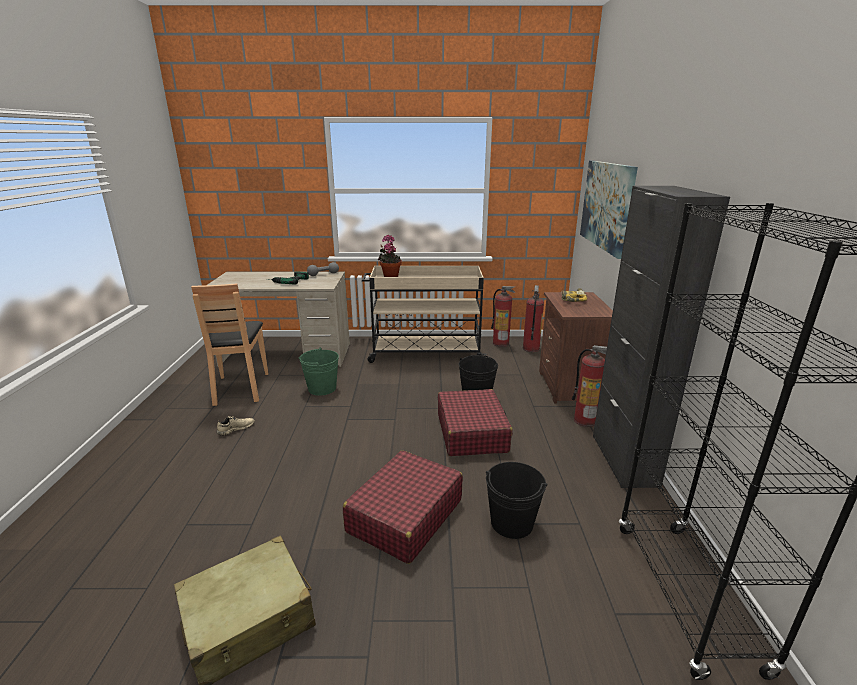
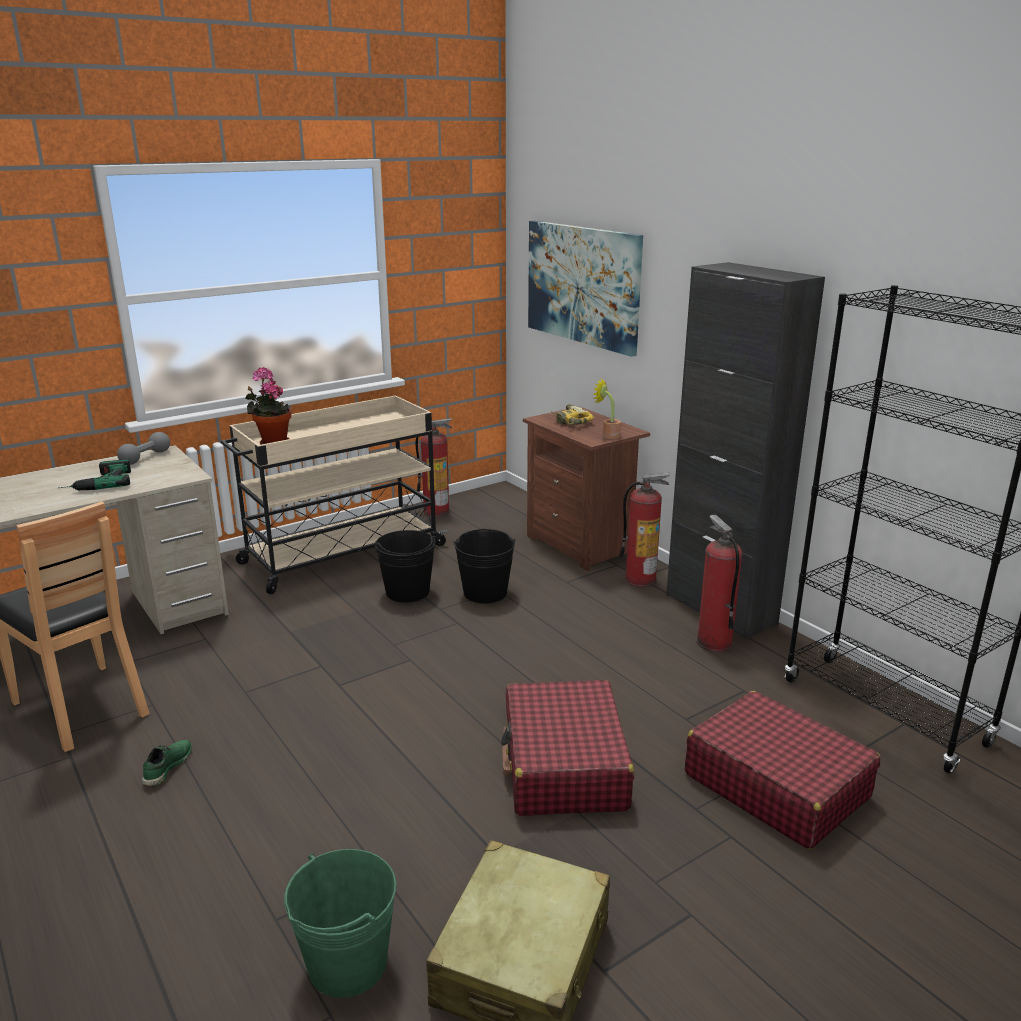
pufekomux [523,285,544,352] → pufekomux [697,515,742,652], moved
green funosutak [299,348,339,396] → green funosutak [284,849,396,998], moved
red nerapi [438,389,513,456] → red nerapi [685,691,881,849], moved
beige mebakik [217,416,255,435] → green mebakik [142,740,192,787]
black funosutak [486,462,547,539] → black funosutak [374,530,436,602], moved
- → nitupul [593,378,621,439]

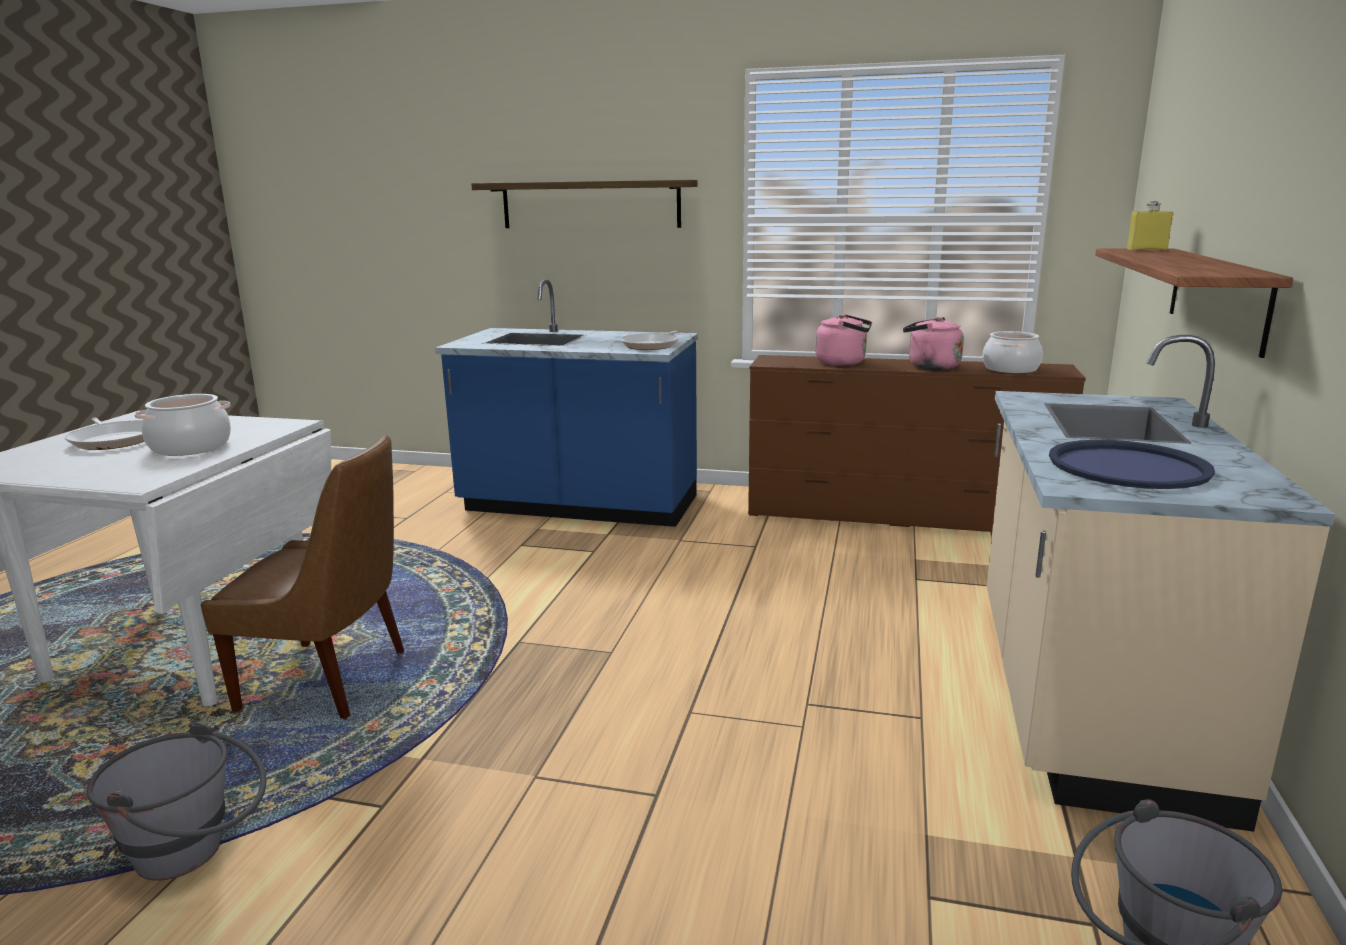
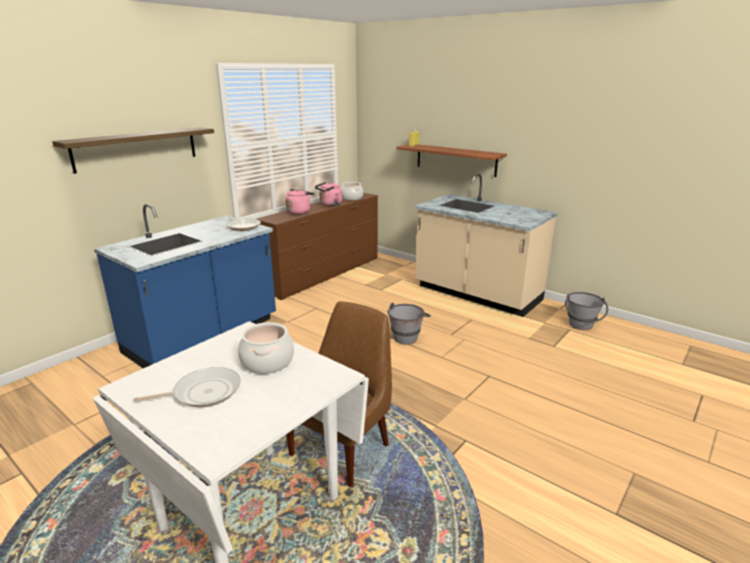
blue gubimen [1049,440,1215,489] → -
grey funosutak [87,722,267,881] → grey funosutak [388,303,431,345], moved

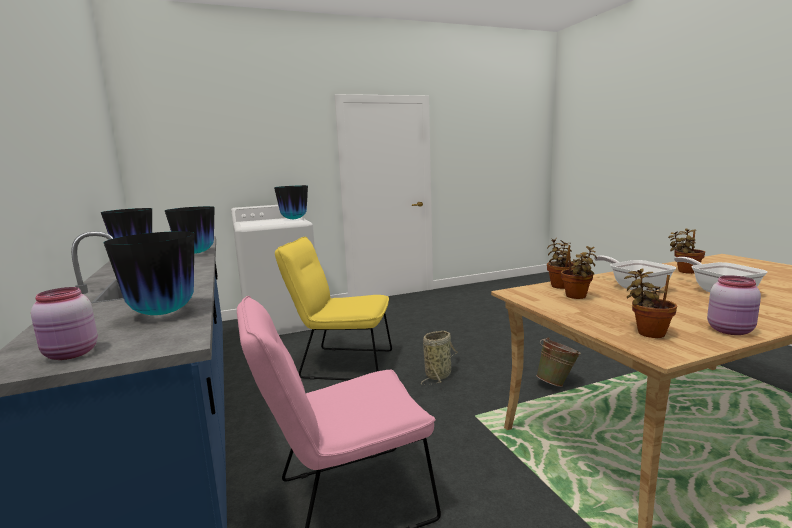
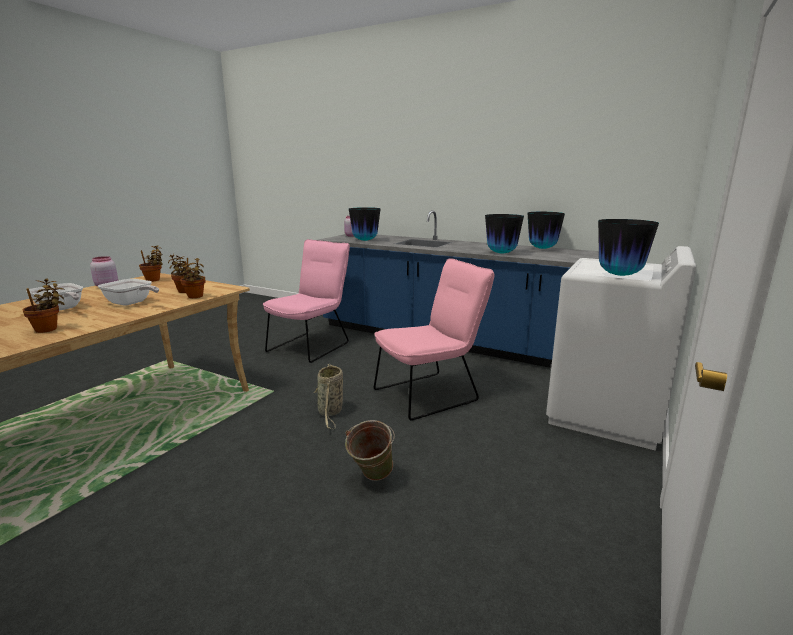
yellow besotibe [275,237,392,380] → pink besotibe [374,258,495,420]
green funosutak [536,337,581,387] → green funosutak [345,420,395,481], moved

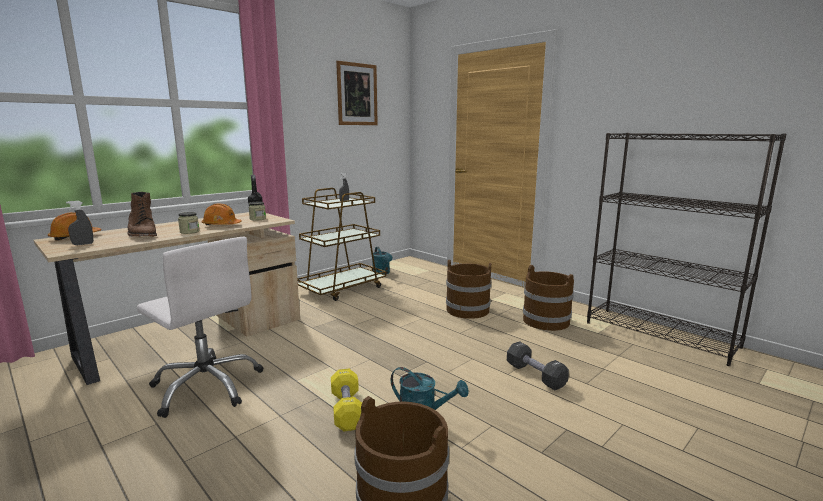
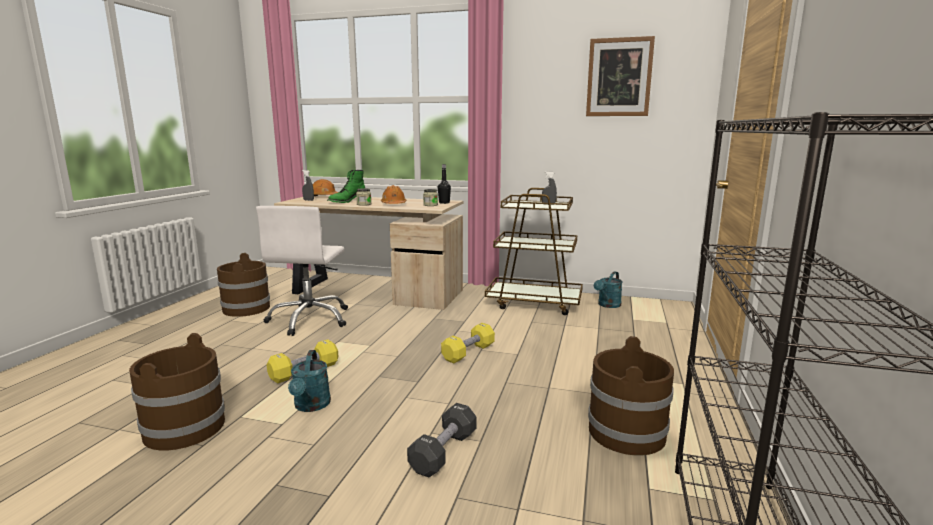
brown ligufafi [127,192,157,237] → green ligufafi [328,170,365,203]
brown funosutak [446,260,491,319] → brown funosutak [217,253,270,317], moved
- → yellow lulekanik [441,323,495,364]

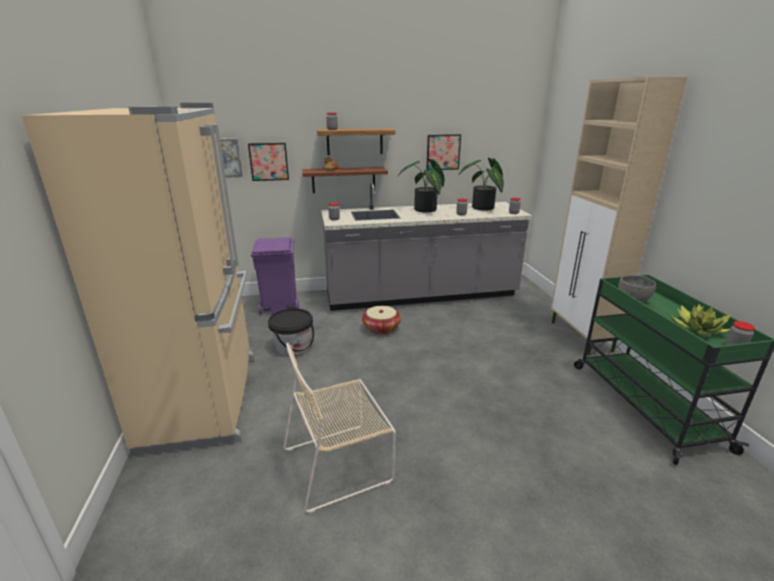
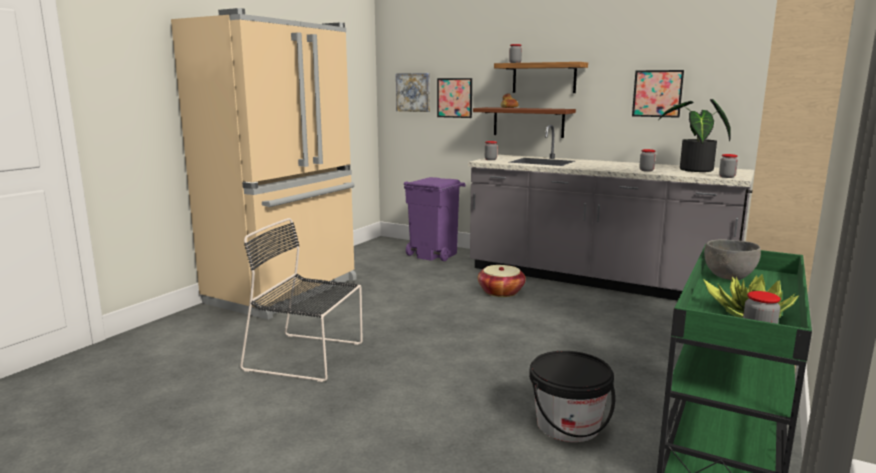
nitupul [398,159,445,212] → -
black funosutak [268,308,314,356] → black funosutak [529,351,615,442], moved
beige besotibe [283,343,396,513] → black besotibe [240,218,363,382]

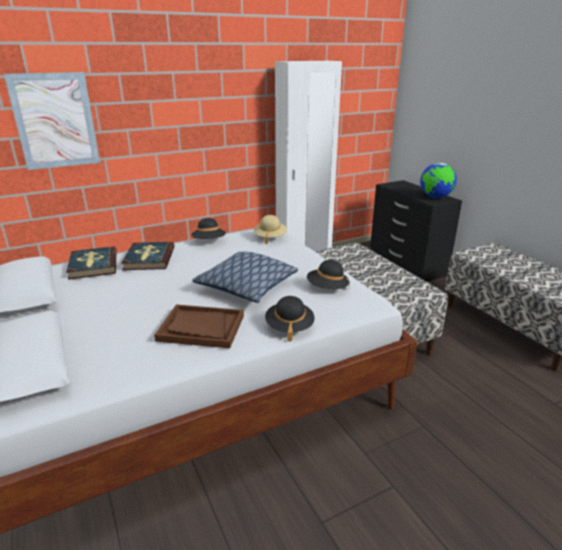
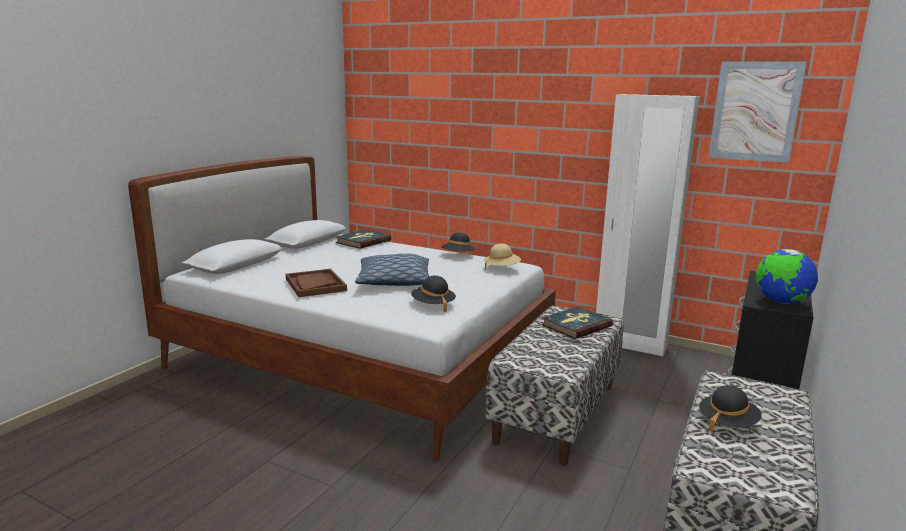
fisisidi [4,72,100,170] → fisisidi [709,62,807,163], moved
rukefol [121,242,174,270] → rukefol [542,307,613,339], moved
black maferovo [265,296,315,342] → black maferovo [699,385,762,432], moved

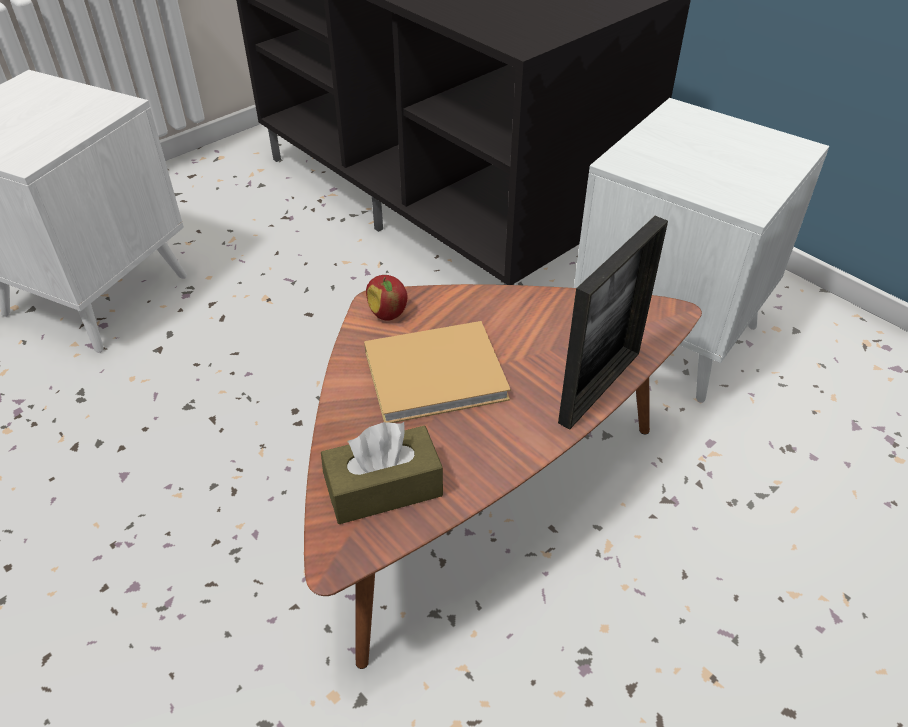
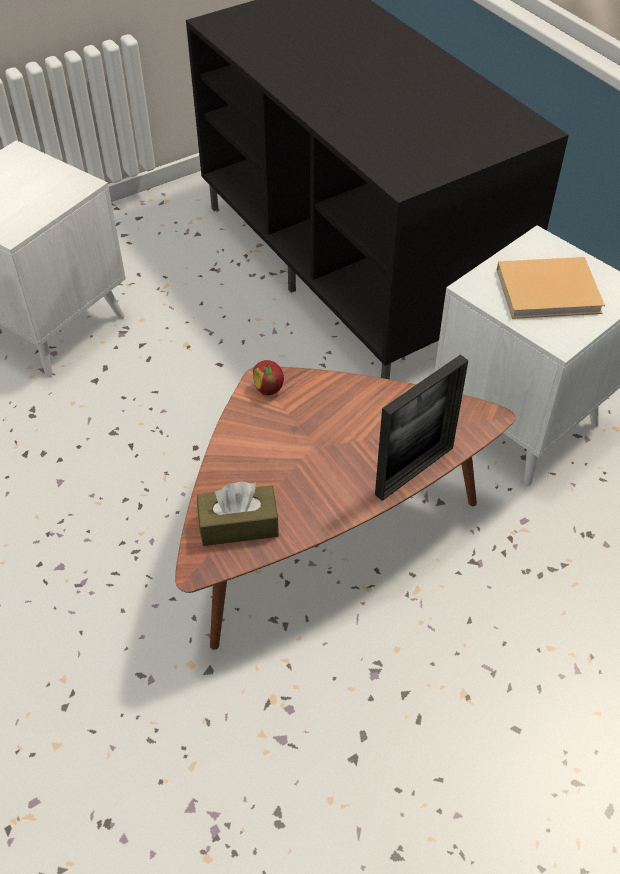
beige rukefol [364,321,511,423] → beige rukefol [497,257,605,319], moved

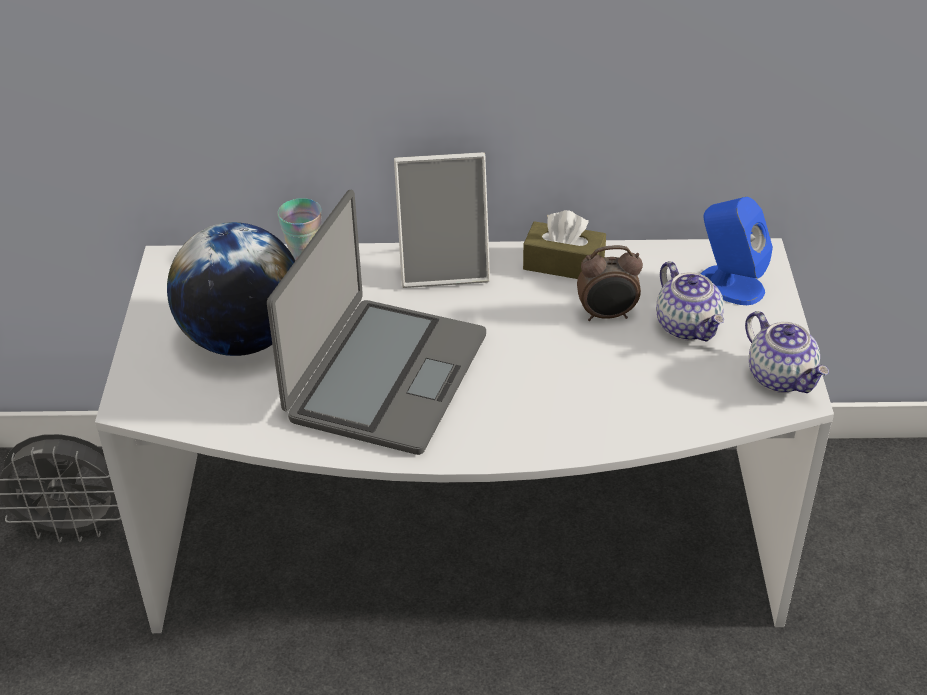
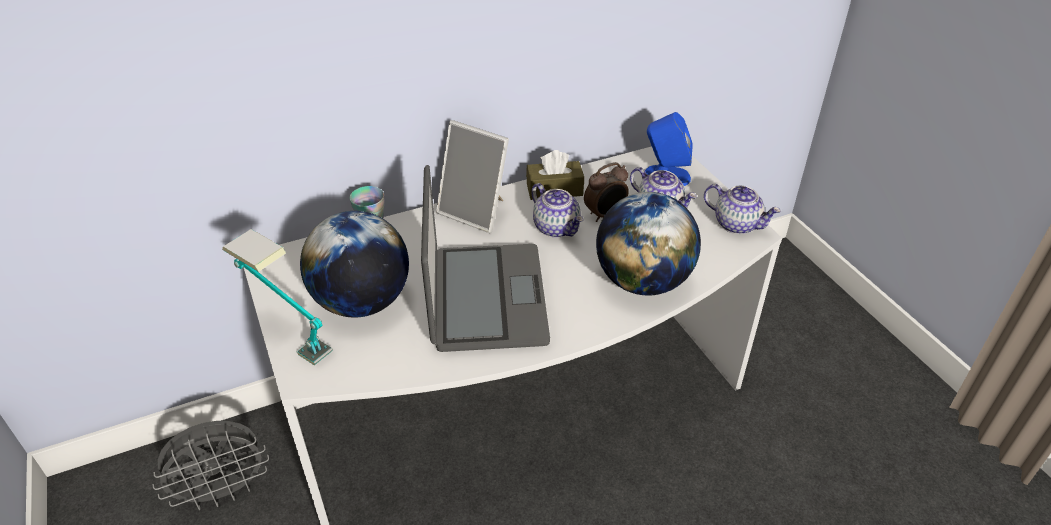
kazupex [394,152,490,288] → kazupex [436,120,509,233], 60 degrees clockwise
- → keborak [531,183,584,238]
- → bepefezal [596,192,701,296]
- → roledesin [222,229,333,365]

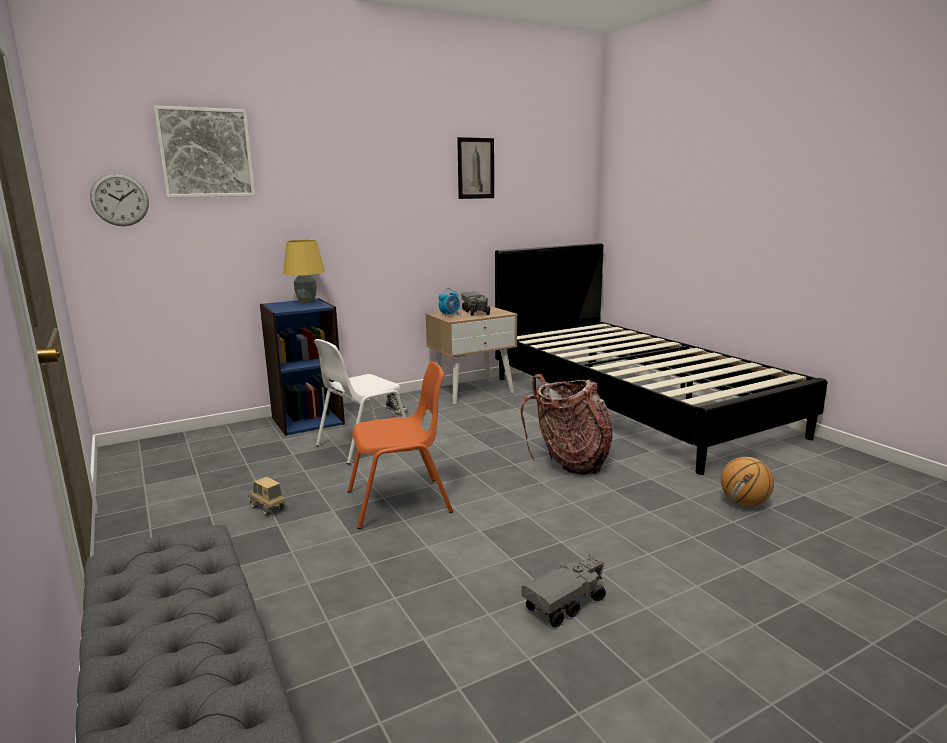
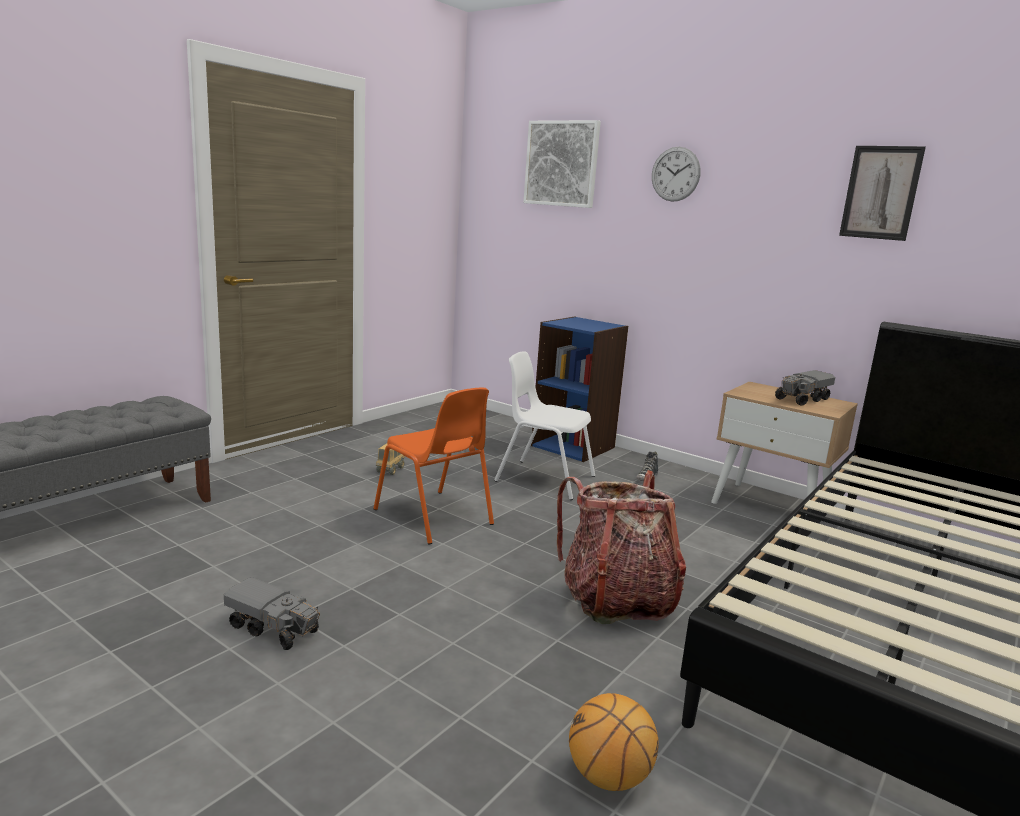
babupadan [90,173,149,226] → babupadan [652,147,701,202], moved
yellow roledesin [283,240,325,304] → -
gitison [439,288,460,317] → -

